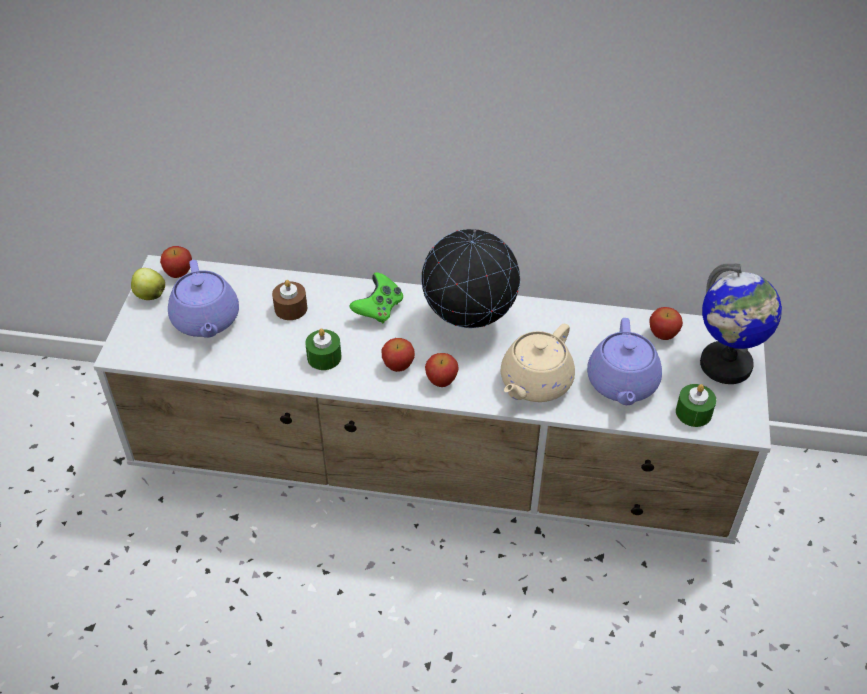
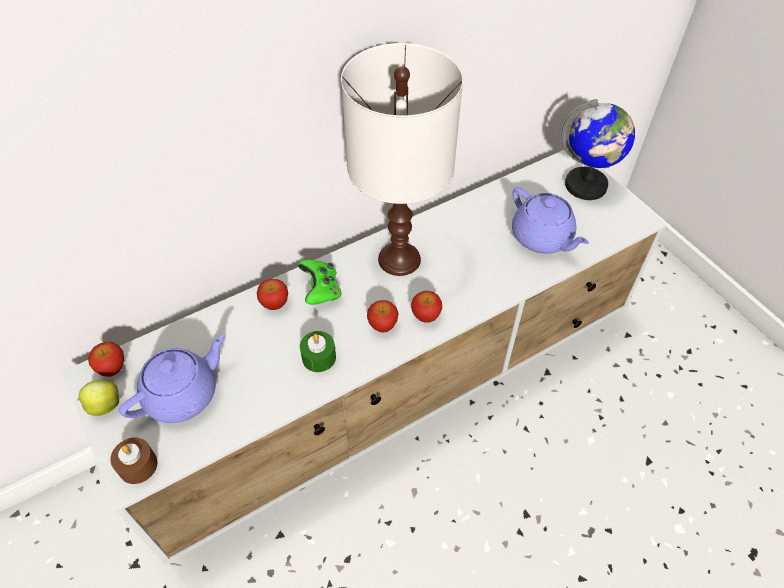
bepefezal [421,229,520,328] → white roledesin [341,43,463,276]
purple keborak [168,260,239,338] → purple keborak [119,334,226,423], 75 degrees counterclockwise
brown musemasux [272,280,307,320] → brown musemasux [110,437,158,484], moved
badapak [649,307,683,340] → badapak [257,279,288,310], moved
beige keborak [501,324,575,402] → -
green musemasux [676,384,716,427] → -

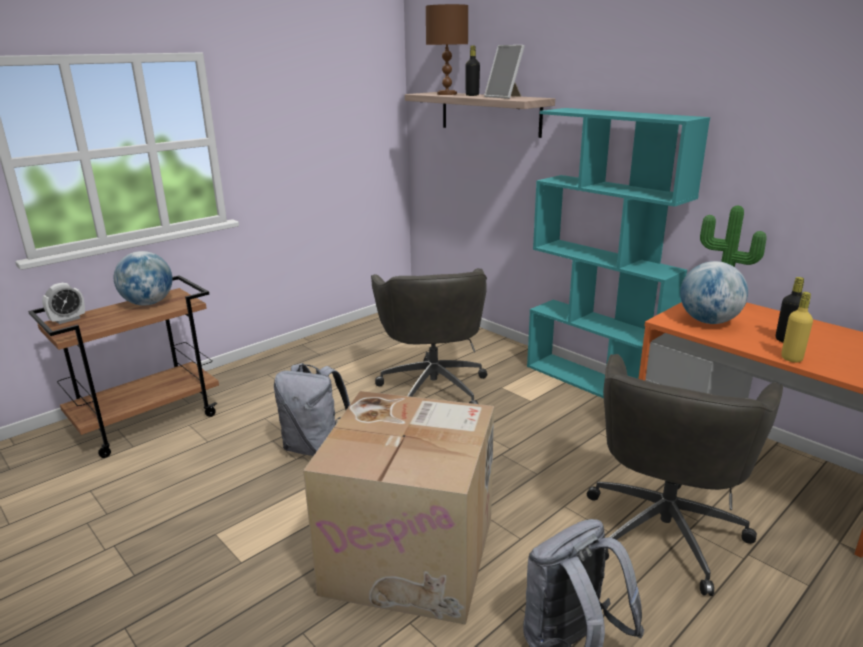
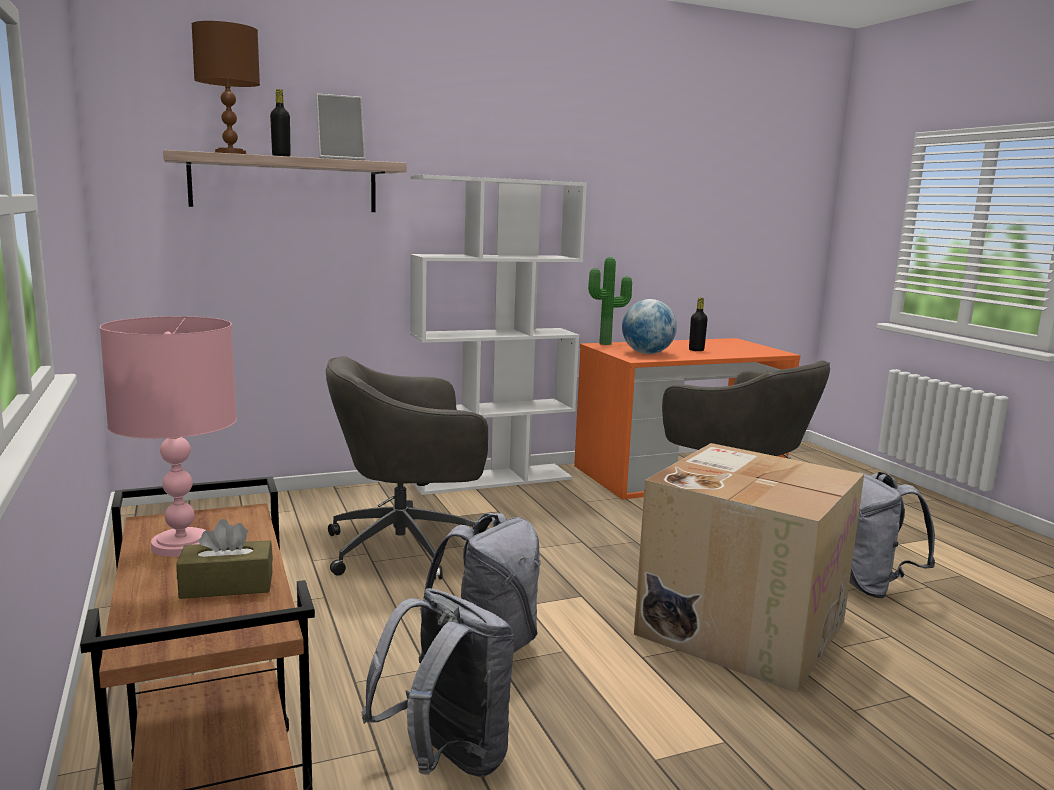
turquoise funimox [527,108,710,398] → white funimox [410,175,587,495]
bepefezal [114,251,172,305] → pink roledesin [100,316,237,557]
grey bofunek [371,268,487,404] → grey bofunek [326,356,488,579], 150 degrees clockwise
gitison [42,283,85,324] → -
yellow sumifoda [781,292,813,363] → -
- → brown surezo [176,519,273,599]
- → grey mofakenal [362,588,515,777]

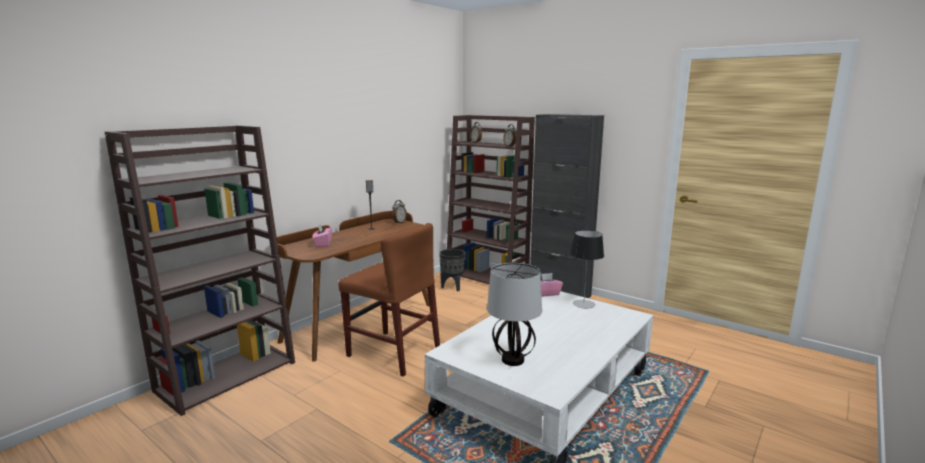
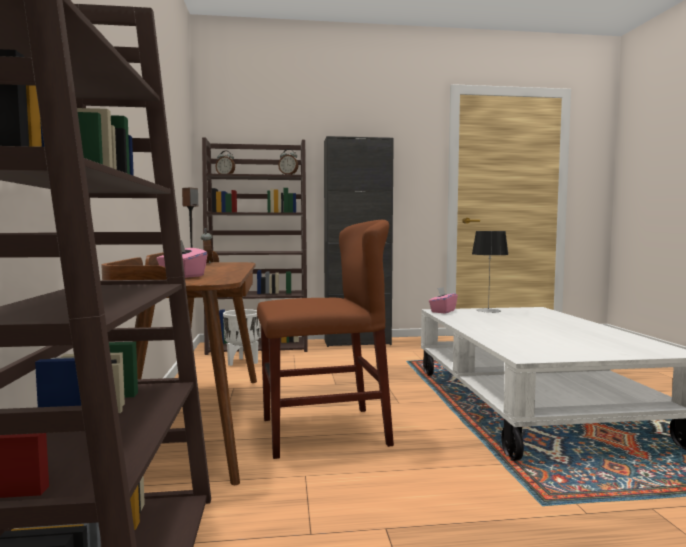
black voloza [439,249,466,291] → white voloza [223,309,260,366]
roledesin [487,263,542,366] → -

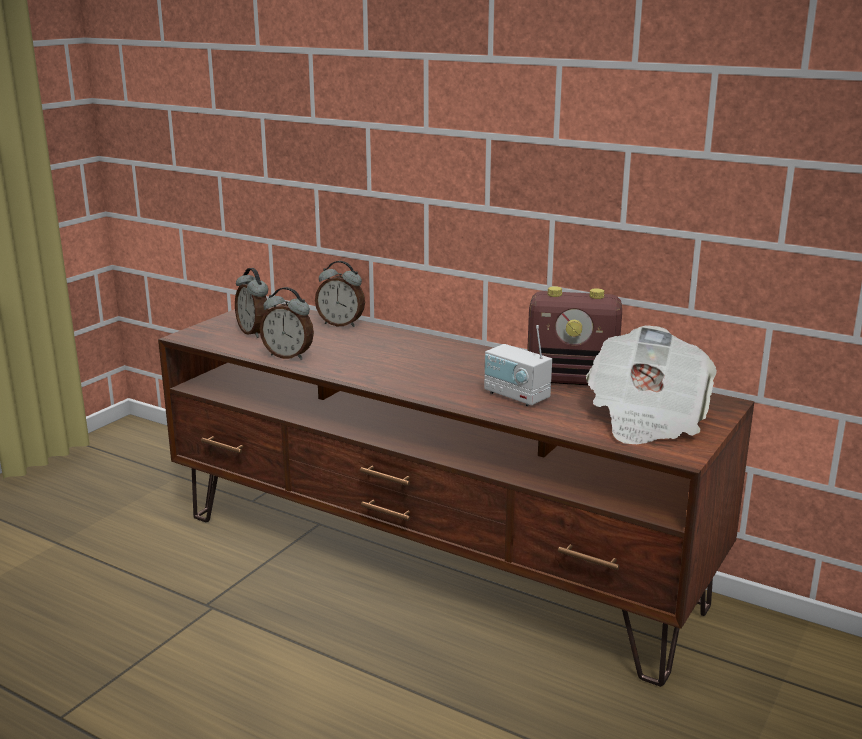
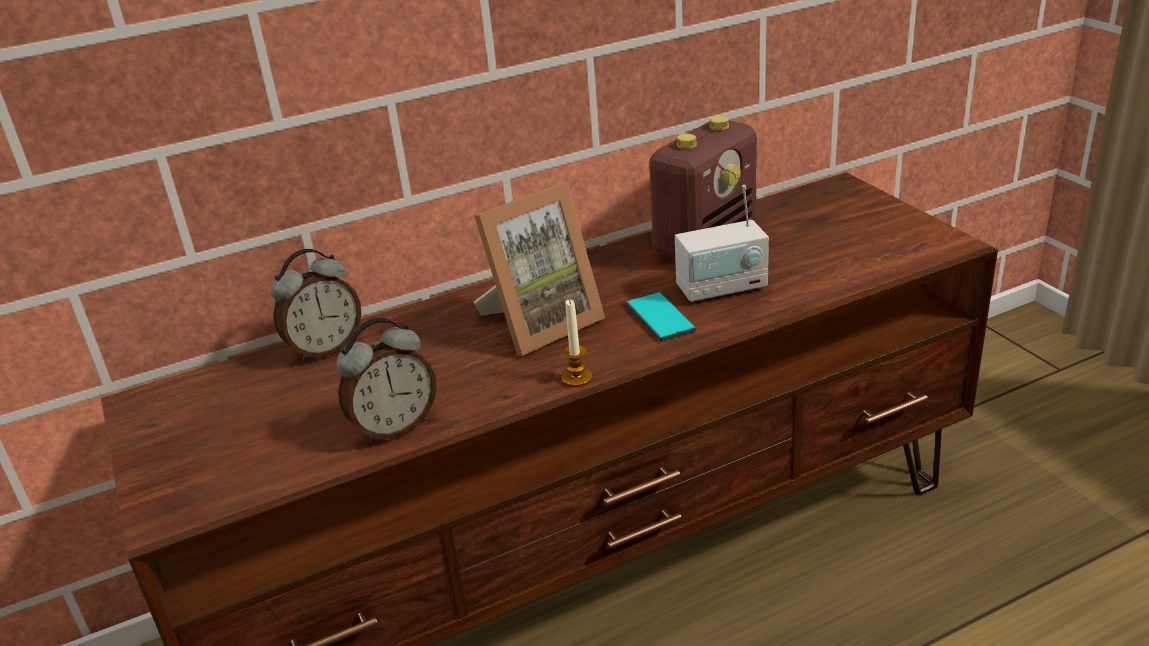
gitison [235,268,268,338] → -
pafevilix [586,325,717,444] → -
- → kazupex [474,183,605,356]
- → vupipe [626,291,696,342]
- → musemasux [561,299,592,387]

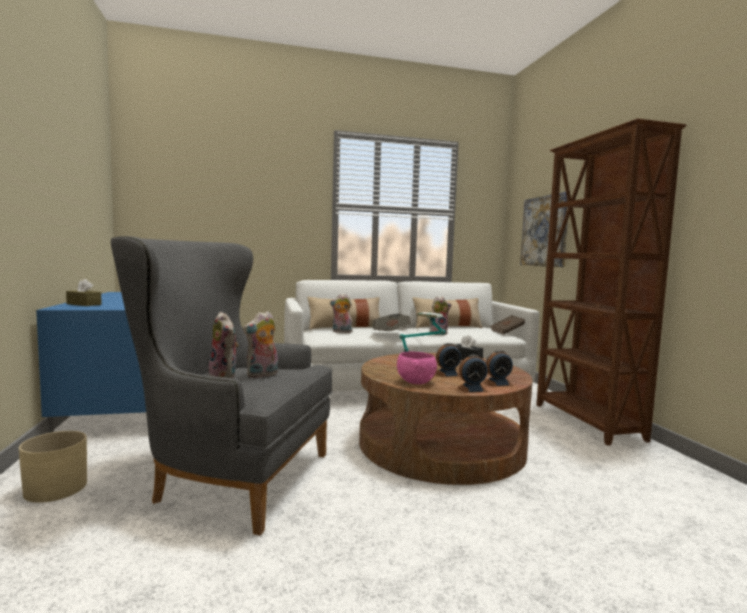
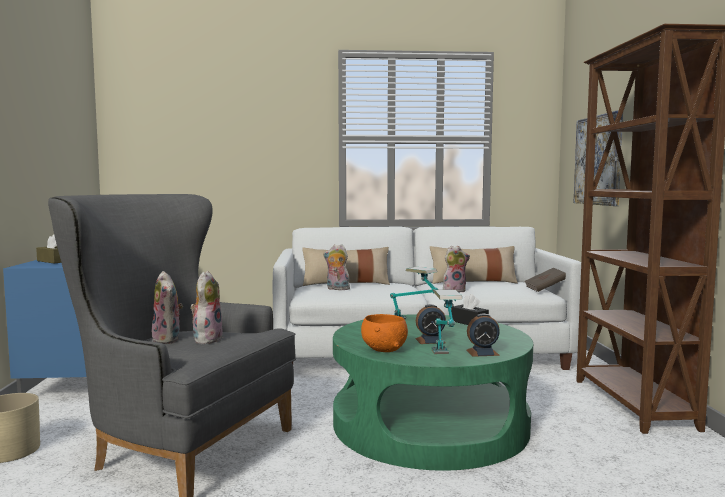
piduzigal [243,311,278,378] → piduzigal [190,271,224,344], 135 degrees clockwise
pafevilix [372,314,411,331] → -
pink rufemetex [397,351,437,384] → orange rufemetex [361,314,408,352]
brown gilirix [359,353,532,485] → green gilirix [333,314,533,471]
gitison [457,354,488,393] → roledesin [431,290,462,354]

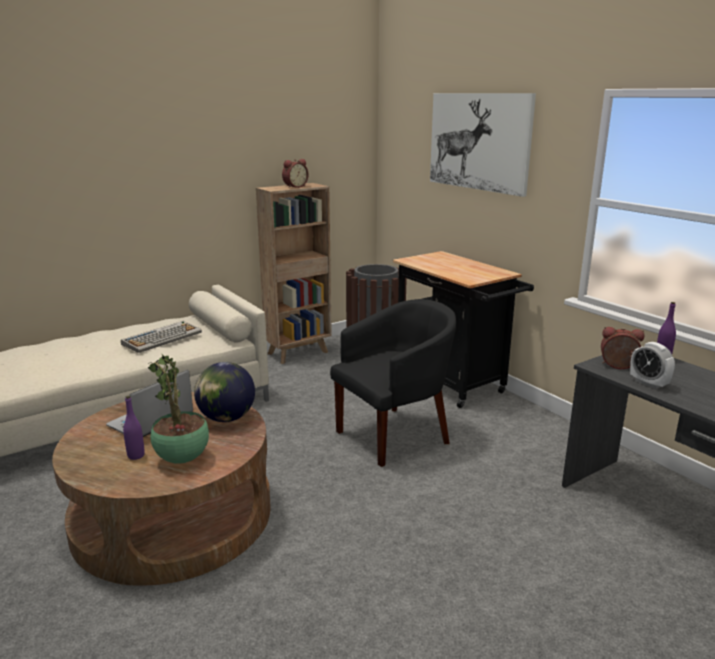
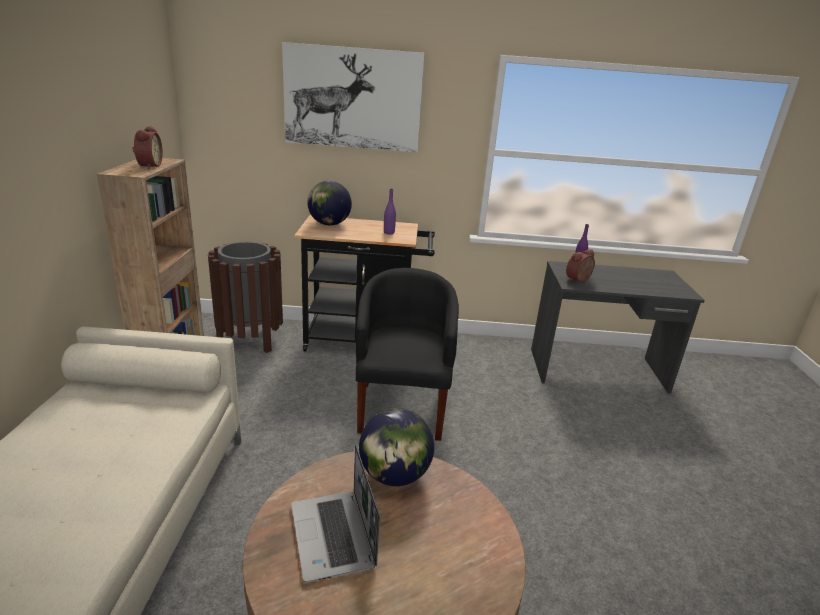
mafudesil [121,321,202,353] → -
gitison [630,342,675,389] → -
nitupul [148,354,209,464] → -
purple sumifoda [123,396,145,460] → purple sumifoda [384,189,396,234], moved
- → bepefezal [307,181,352,225]

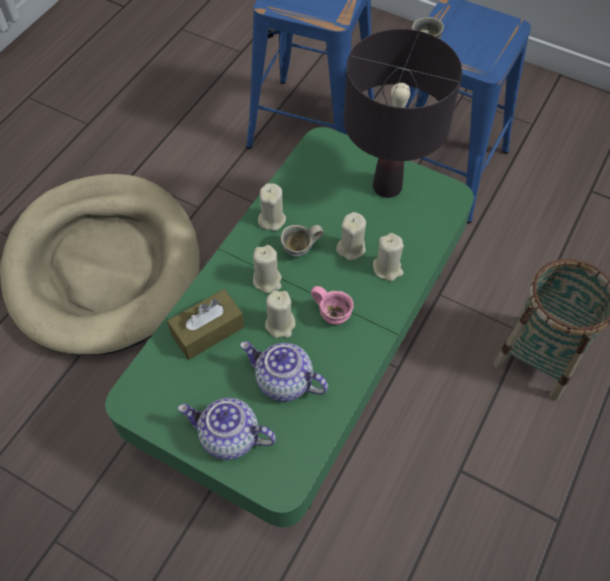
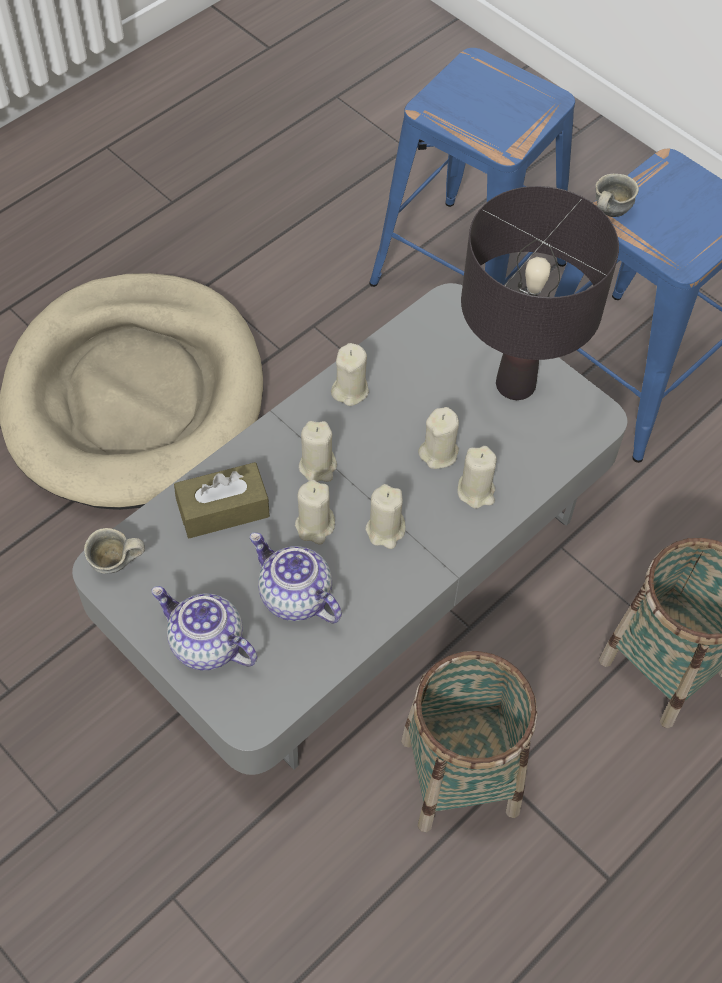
green gilirix [105,127,474,527] → grey gilirix [72,283,627,775]
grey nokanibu [281,225,324,257] → grey nokanibu [84,528,145,574], moved
pink nokanibu [311,286,354,325] → beige musemasux [365,484,406,549]
- → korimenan [401,651,537,832]

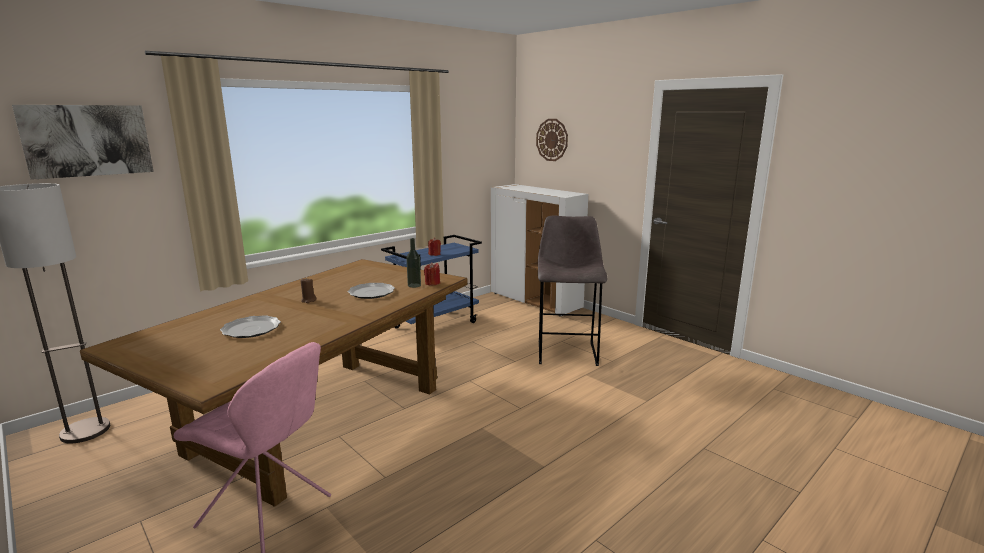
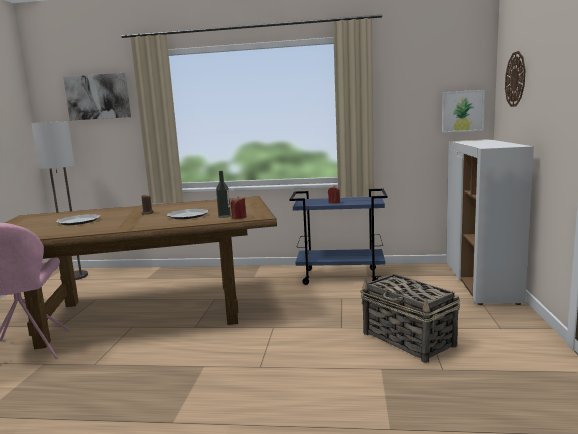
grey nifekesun [538,216,607,366] → korimenan [360,274,460,363]
- → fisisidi [442,90,485,133]

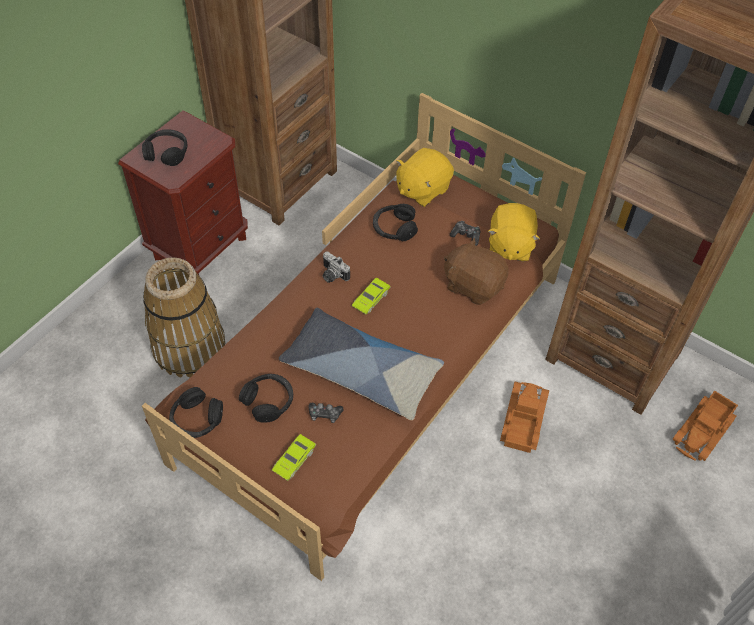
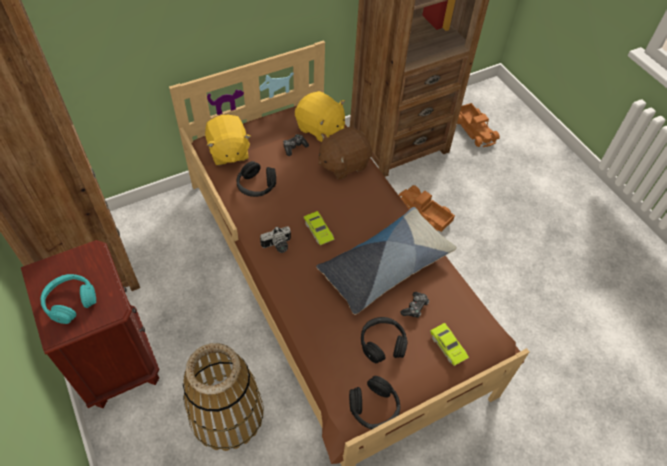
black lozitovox [142,129,188,166] → turquoise lozitovox [40,274,96,324]

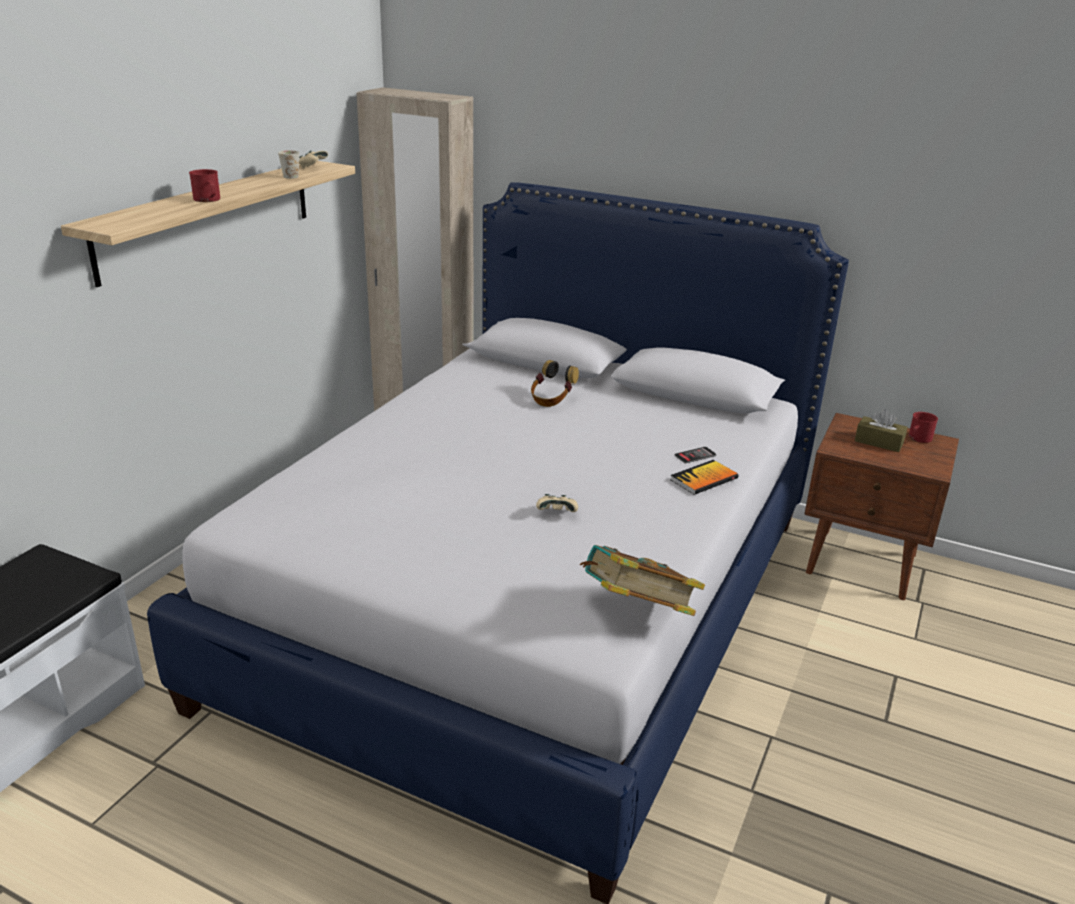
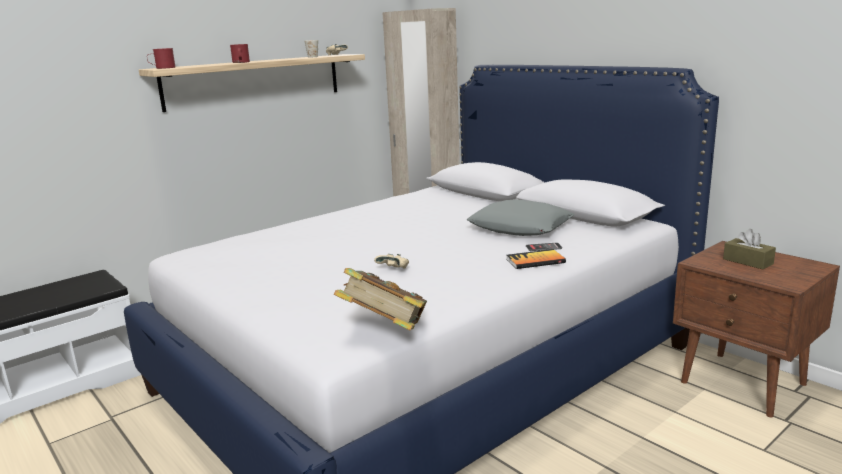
lozitovox [531,360,579,407] → -
red nokanibu [909,412,938,443] → red nokanibu [147,48,175,69], moved
- → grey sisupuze [467,199,574,236]

